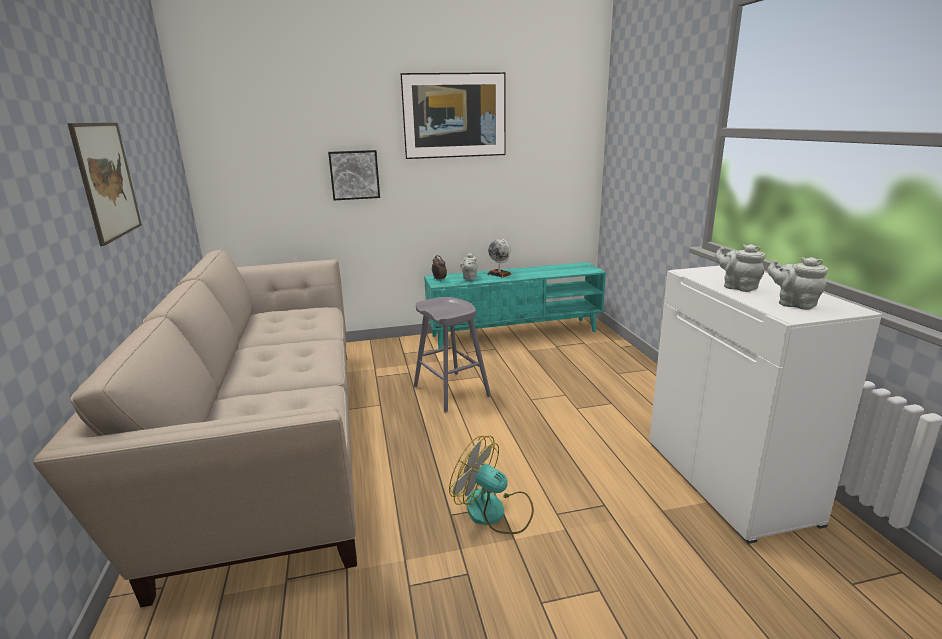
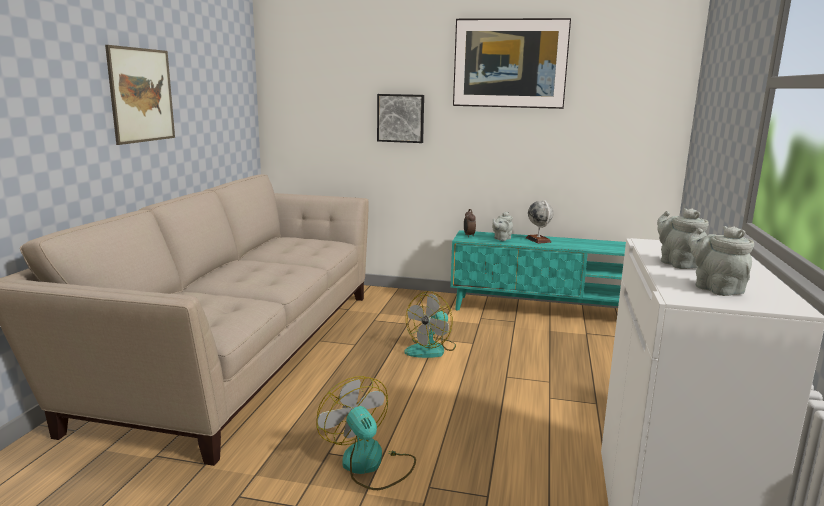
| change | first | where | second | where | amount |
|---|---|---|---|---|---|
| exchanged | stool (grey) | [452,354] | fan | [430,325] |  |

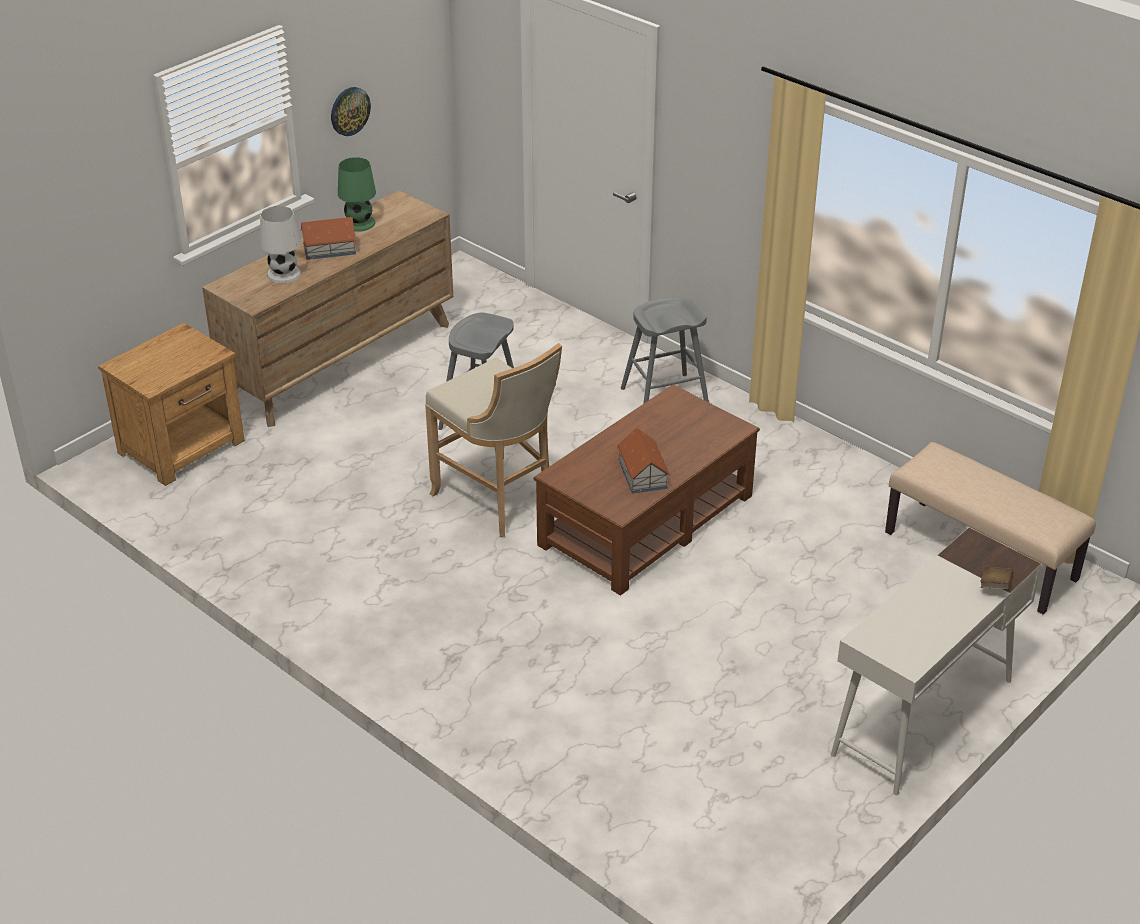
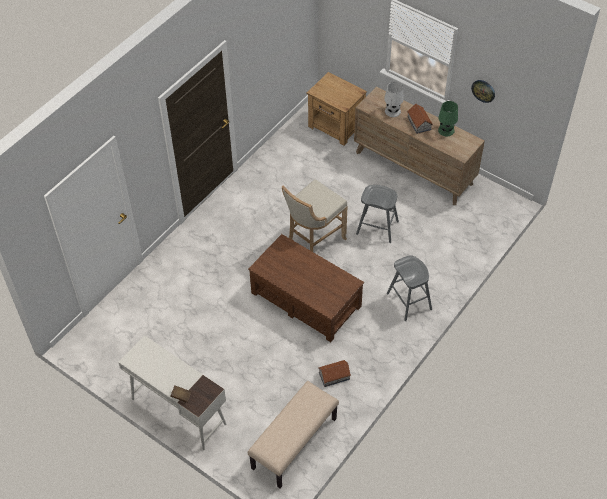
| change | first | where | second | where | amount |
|---|---|---|---|---|---|
| relocated | toy house | [643,461] |  | [334,373] |  |

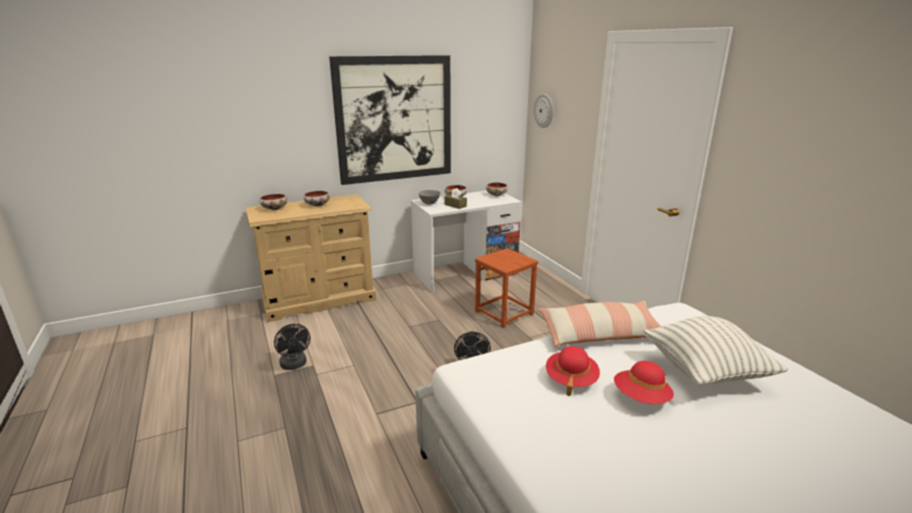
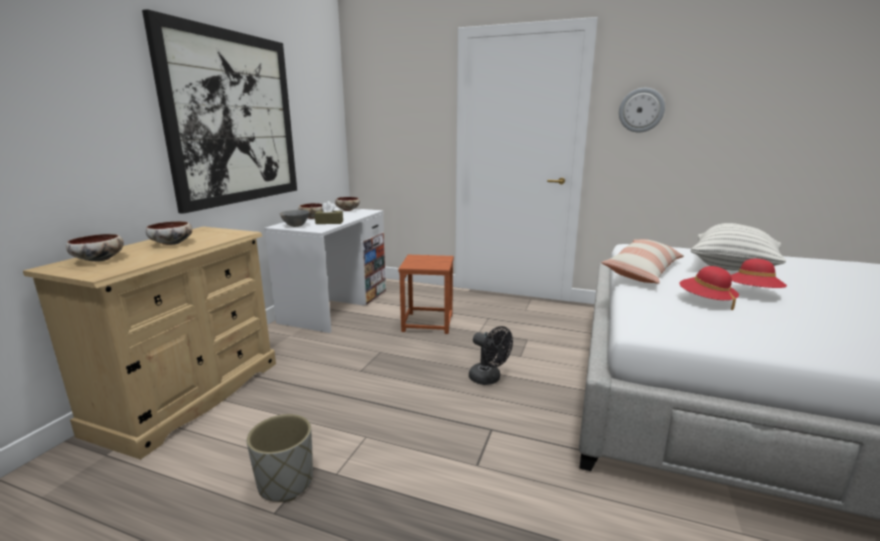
| change | first | where | second | where | amount |
|---|---|---|---|---|---|
| exchanged | fan (black) | [292,347] | planter (grey) | [280,458] |  |
| relocated | wall clock | [543,111] |  | [642,110] |  |

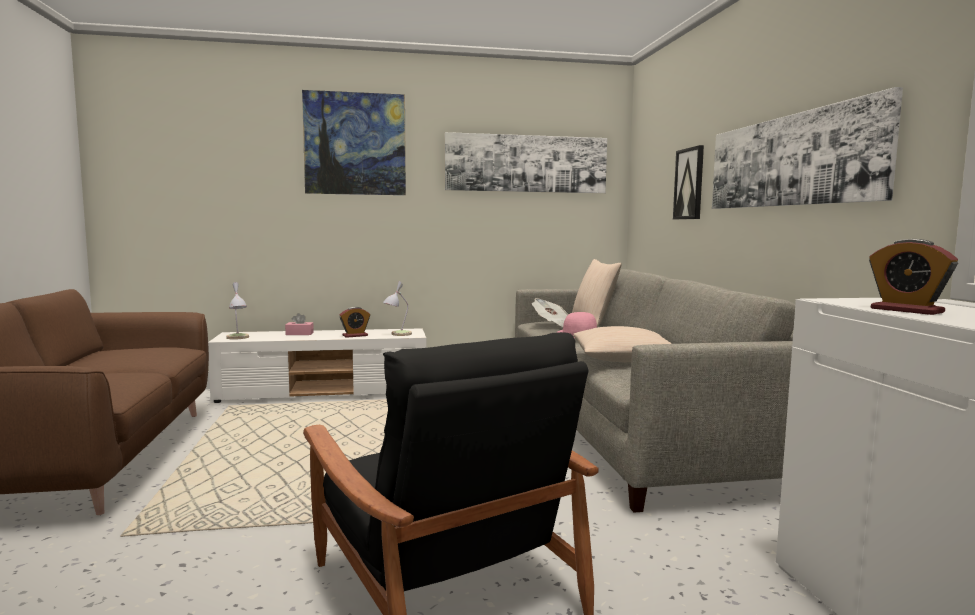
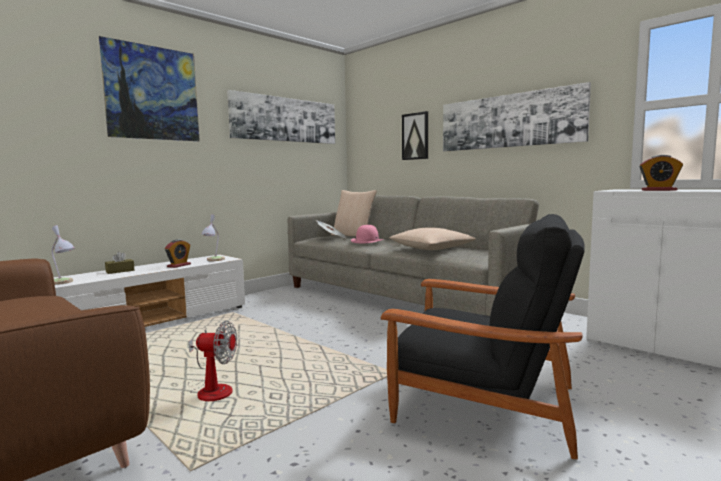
| change | first | where | second | where | amount |
|---|---|---|---|---|---|
| colour | tissue box (pink) | [299,324] | tissue box (brown) | [119,262] |  |
| appeared |  |  | fan | [212,361] |  |

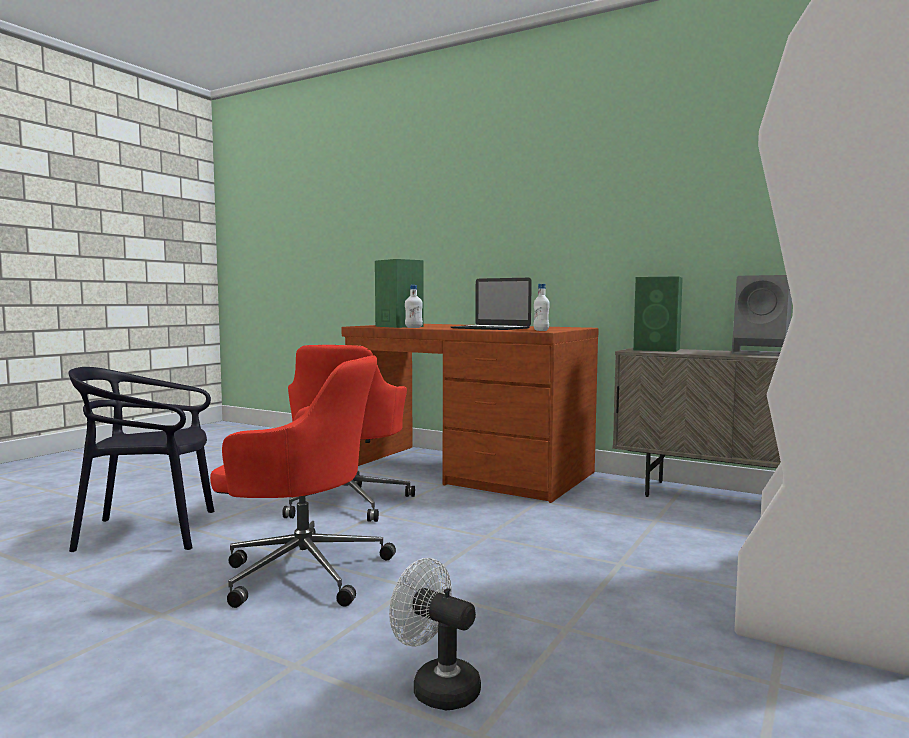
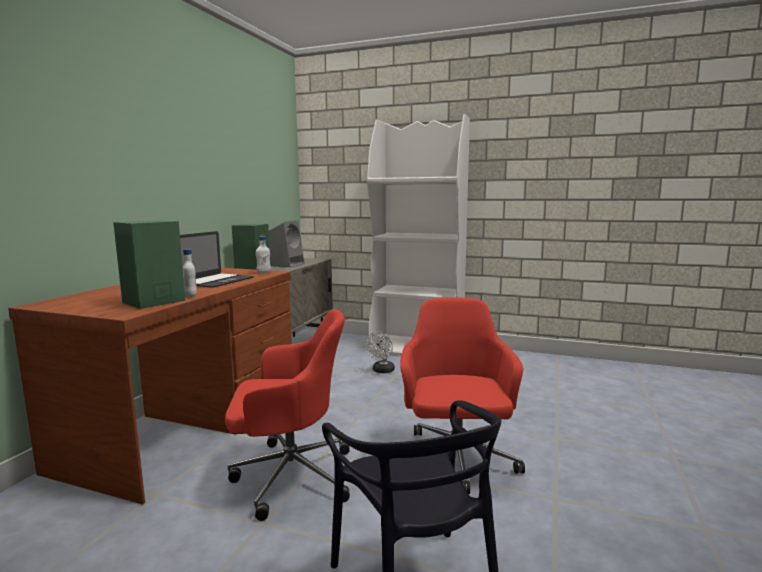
| change | first | where | second | where | amount |
|---|---|---|---|---|---|
| relocated | fan (white) | [435,634] |  | [380,352] |  |

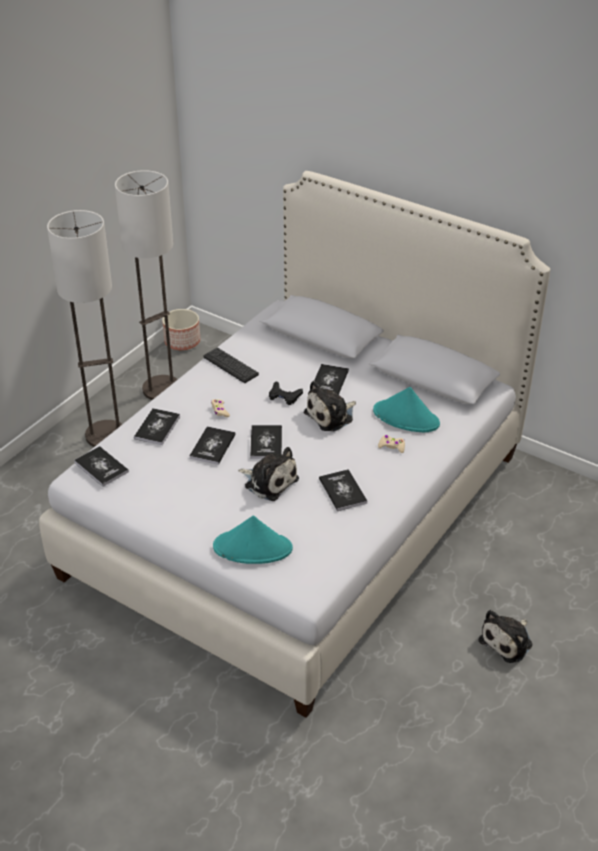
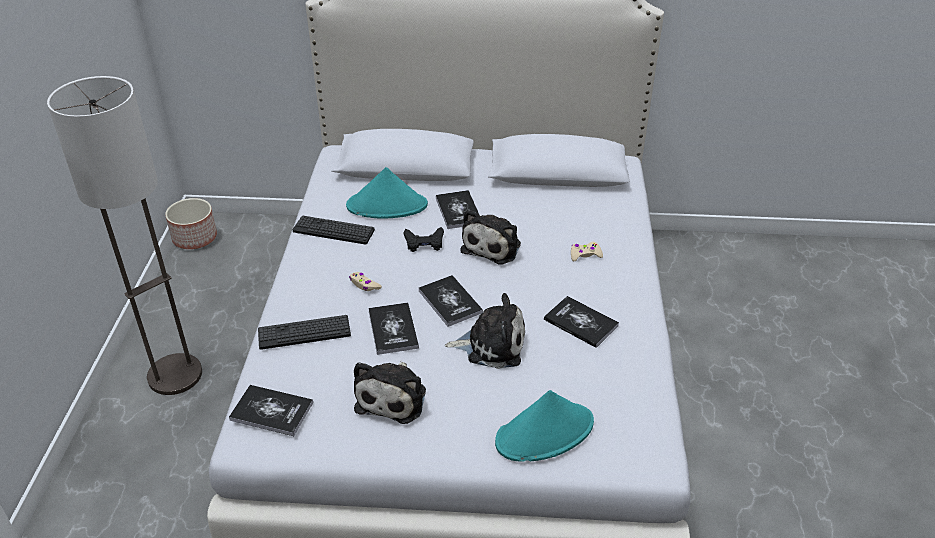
| change | first | where | second | where | amount |
|---|---|---|---|---|---|
| missing | floor lamp | [146,285] |  |  |  |
| exchanged | book | [157,426] | keyboard | [304,332] |  |
| relocated | hat (turquoise) | [406,409] |  | [387,193] |  |
| relocated | plush toy | [505,636] |  | [390,392] |  |

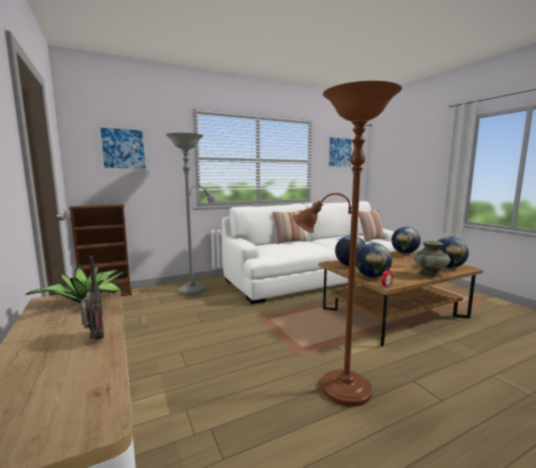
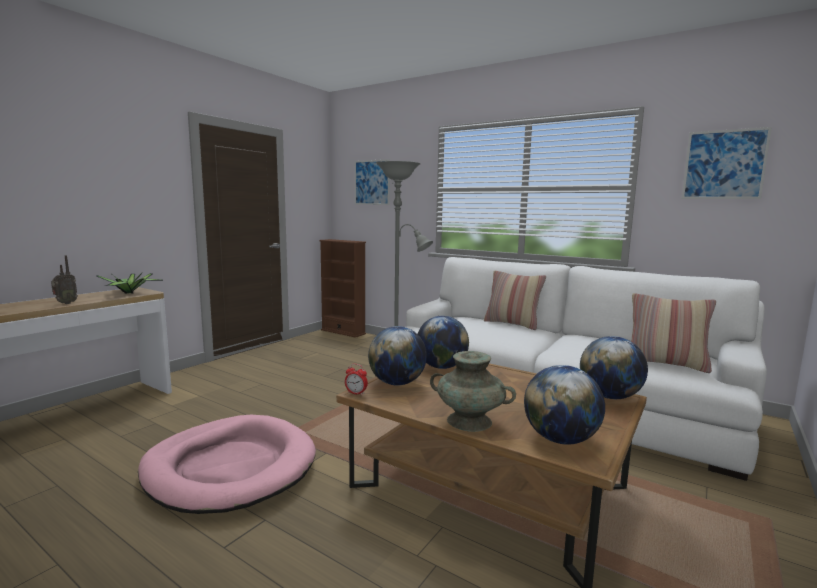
| change | first | where | second | where | amount |
|---|---|---|---|---|---|
| exchanged | floor lamp (brown) | [347,244] | dog bed (pink) | [227,464] |  |

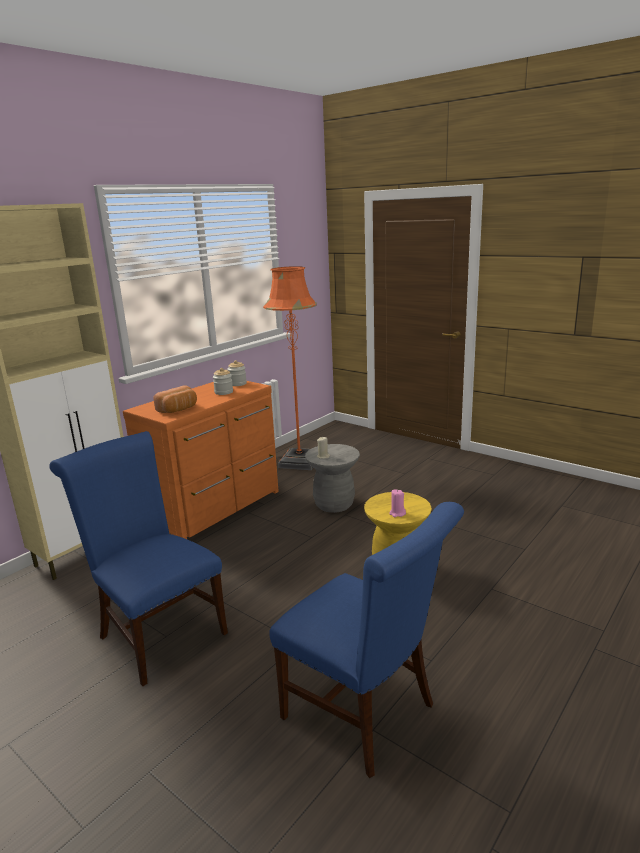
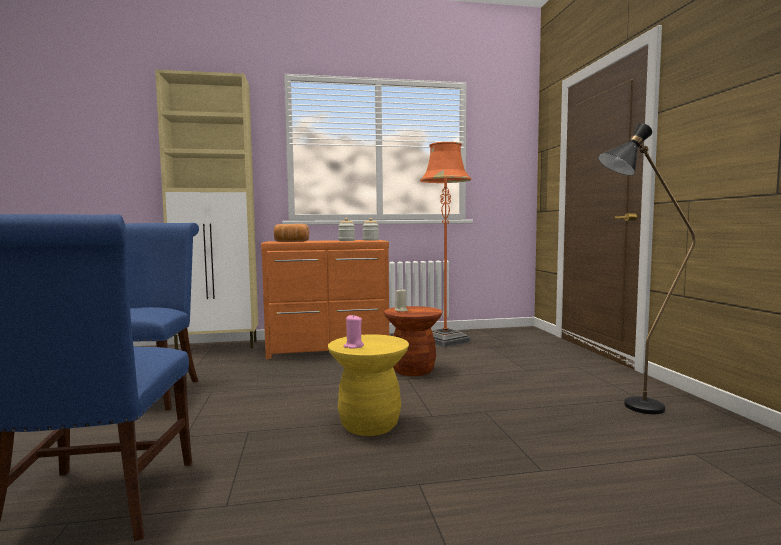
| change | first | where | second | where | amount |
|---|---|---|---|---|---|
| colour | stool (grey) | [332,478] | stool (brown) | [413,341] |  |
| appeared |  |  | floor lamp (black) | [647,268] |  |

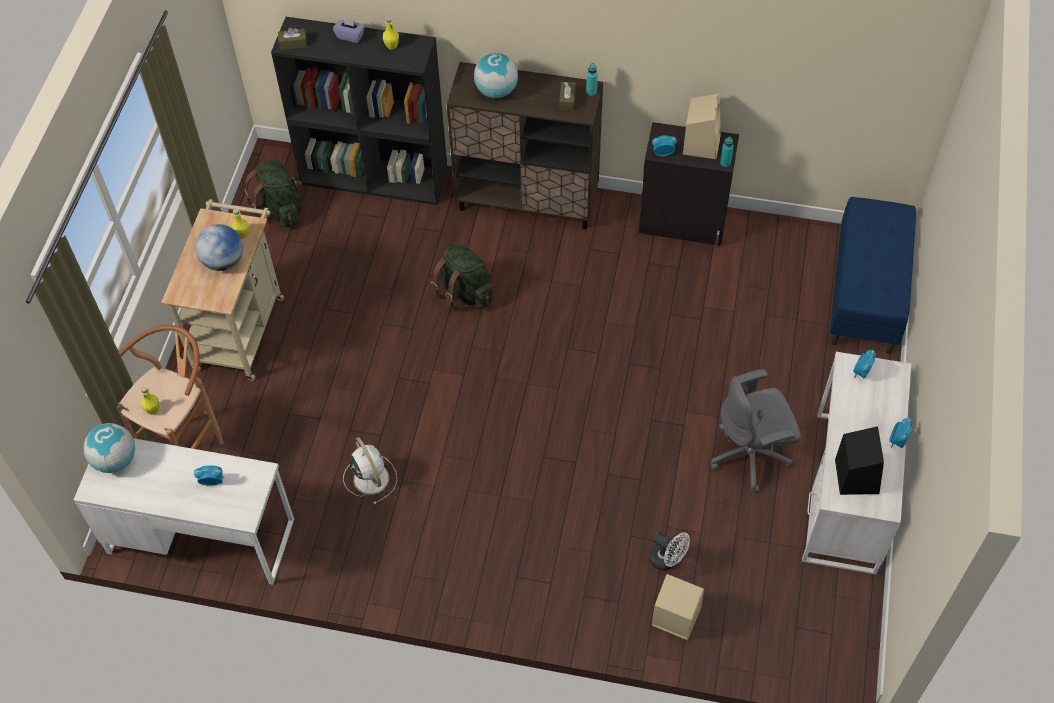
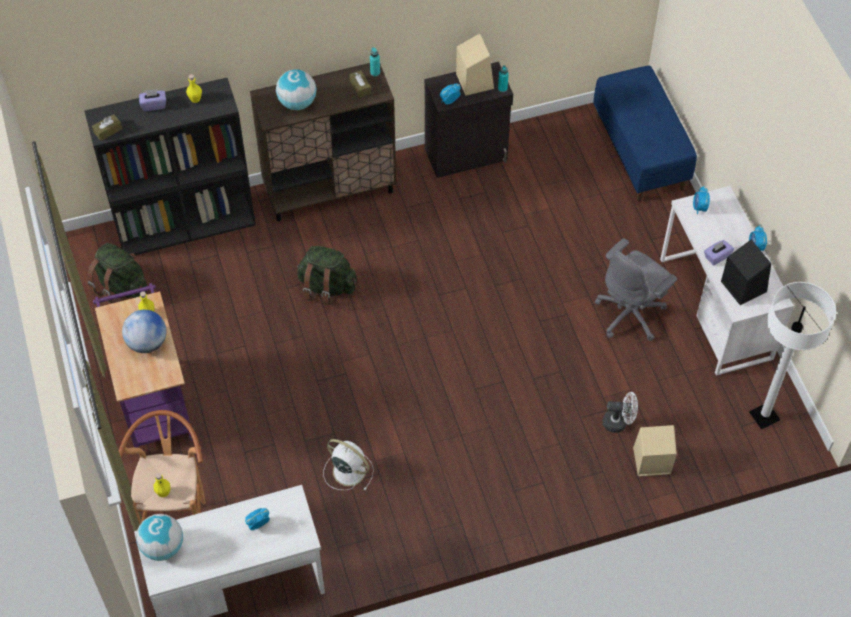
| change | first | where | second | where | amount |
|---|---|---|---|---|---|
| colour | cart (beige) | [222,290] | cart (purple) | [143,369] |  |
| appeared |  |  | tissue box (purple) | [719,252] |  |
| appeared |  |  | floor lamp (white) | [792,355] |  |

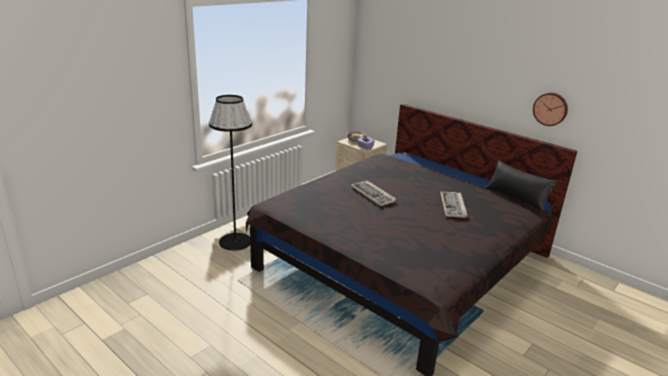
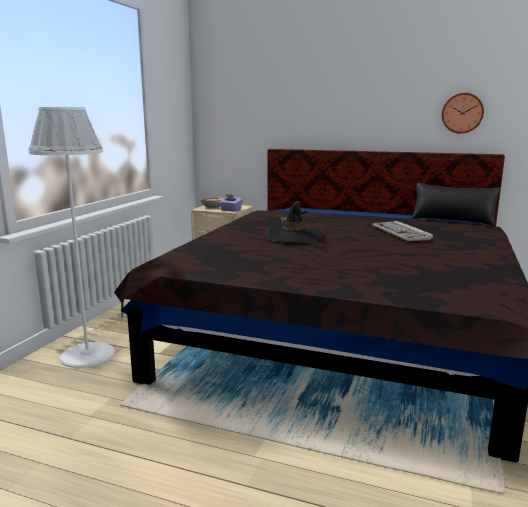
| change | first | where | second | where | amount |
|---|---|---|---|---|---|
| colour | floor lamp (black) | [230,173] | floor lamp (white) | [71,237] |  |
| exchanged | keyboard | [373,193] | hat (black) | [296,222] |  |

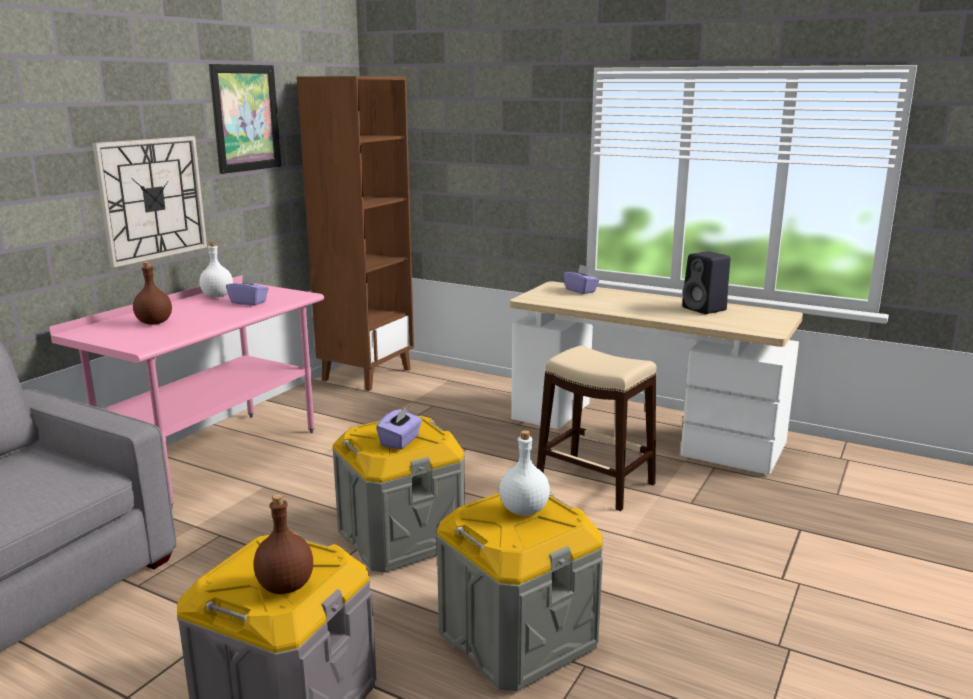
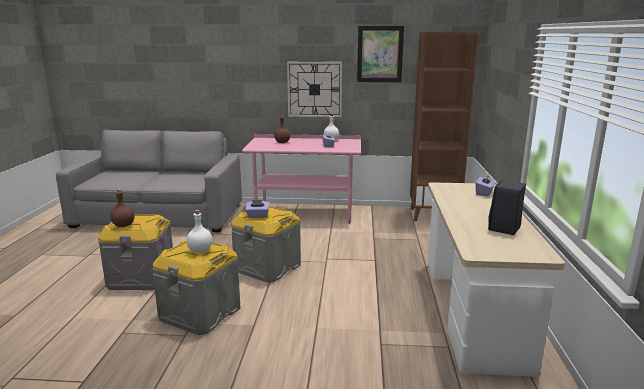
| change | first | where | second | where | amount |
|---|---|---|---|---|---|
| missing | stool (beige) | [596,428] |  |  |  |

